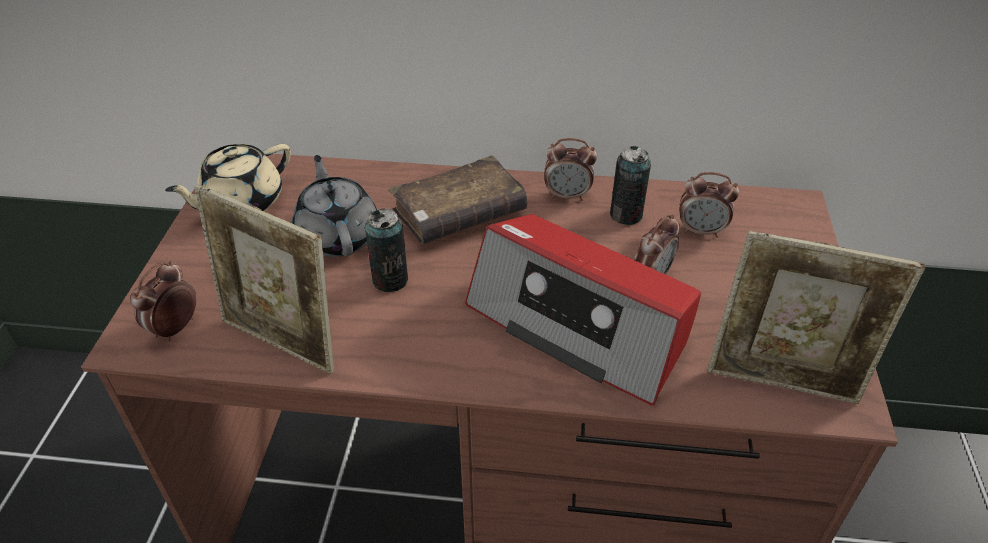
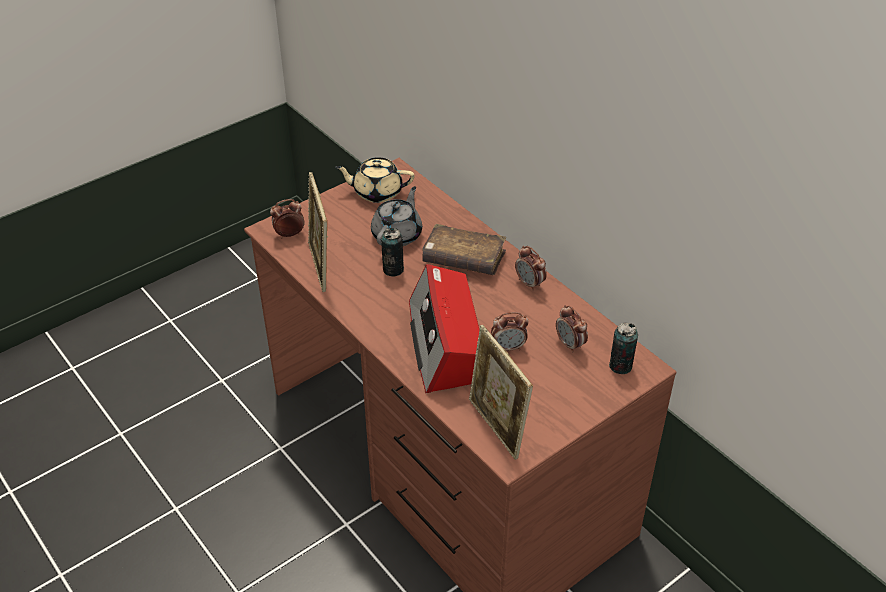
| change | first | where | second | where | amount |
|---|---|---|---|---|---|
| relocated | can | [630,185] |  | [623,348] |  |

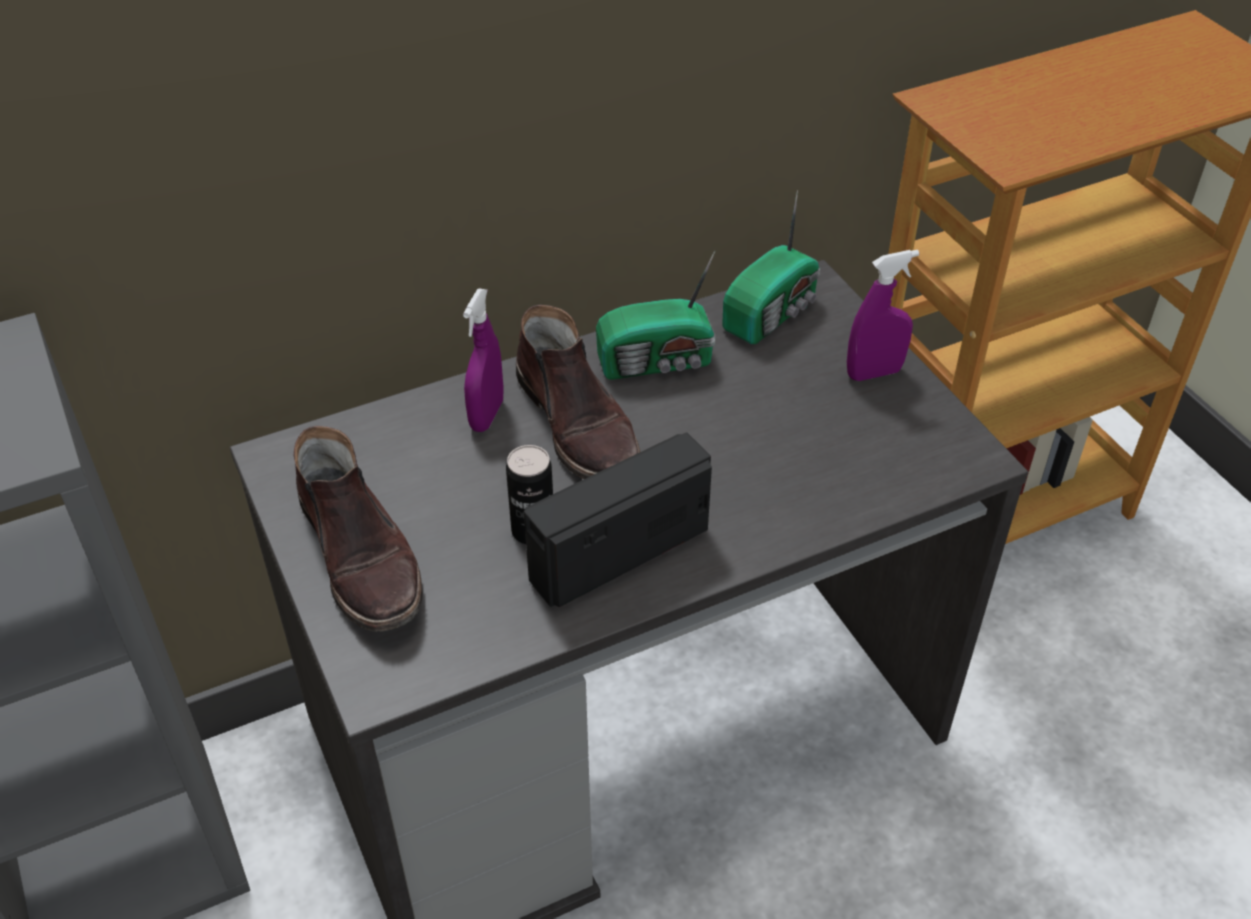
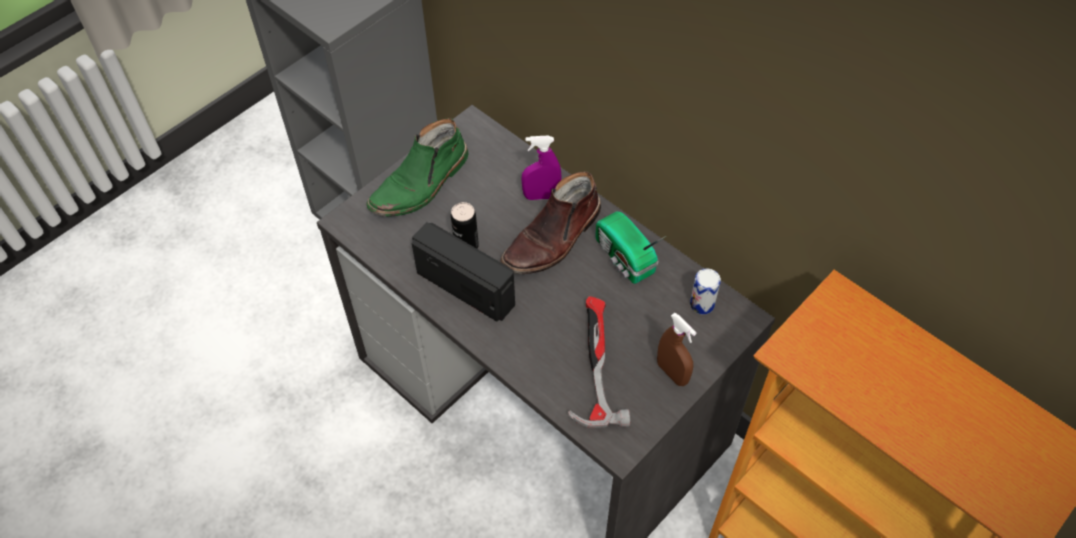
| change | first | where | second | where | amount |
|---|---|---|---|---|---|
| colour | boot (brown) | [358,529] | boot (green) | [417,167] |  |
| exchanged | radio | [771,267] | can | [705,291] |  |
| colour | spray bottle (purple) | [883,315] | spray bottle (brown) | [676,349] |  |
| appeared |  |  | hammer | [599,362] |  |

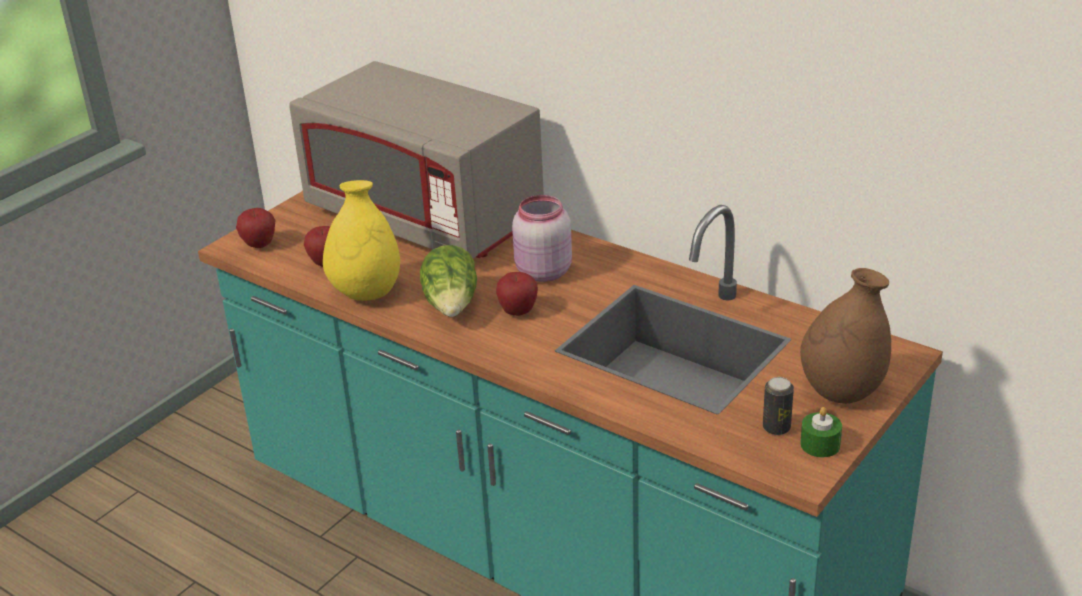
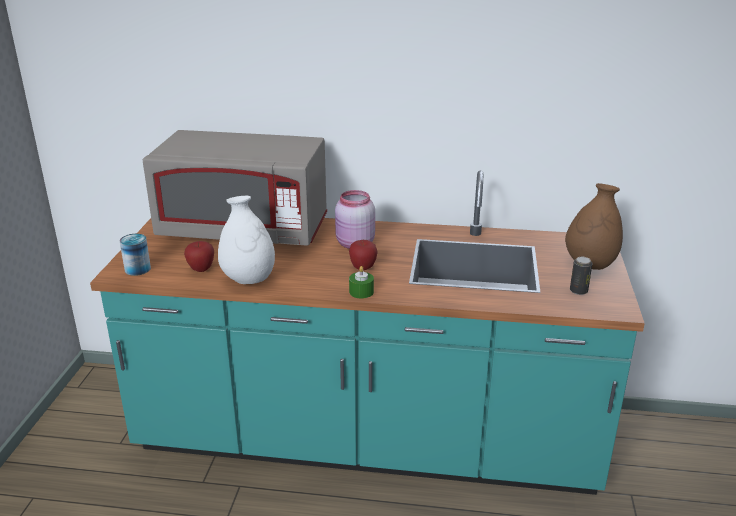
| change | first | where | second | where | amount |
|---|---|---|---|---|---|
| exchanged | apple | [255,228] | can | [135,255] |  |
| colour | vase (yellow) | [361,240] | vase (white) | [246,240] |  |
| missing | lettuce | [448,281] |  |  |  |
| relocated | candle (green) | [821,432] |  | [361,282] |  |

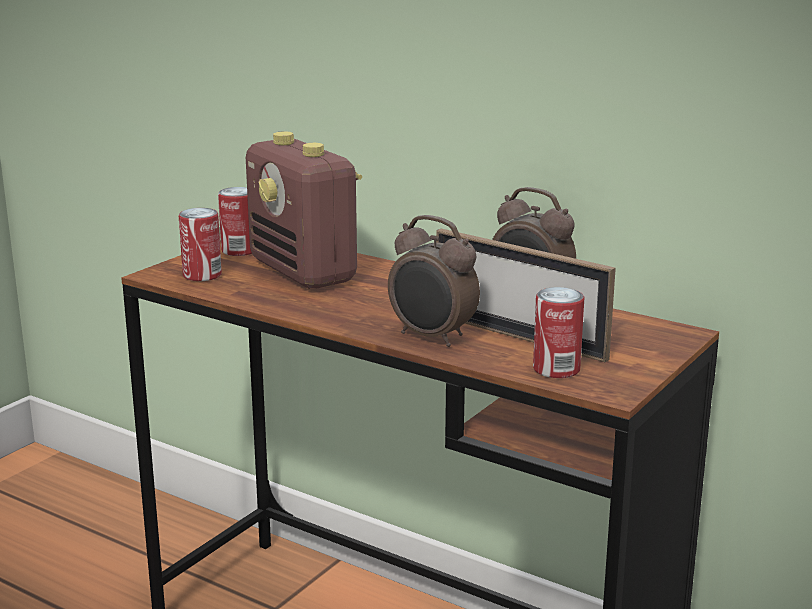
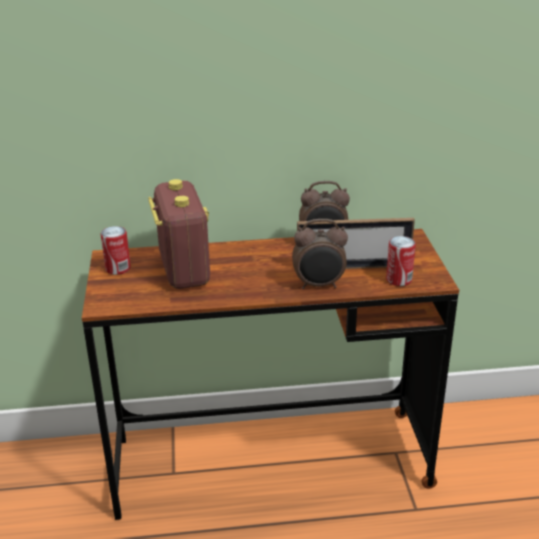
| change | first | where | second | where | amount |
|---|---|---|---|---|---|
| missing | can | [200,244] |  |  |  |
| spun | radio | [304,210] |  | [179,234] | 120 degrees counterclockwise |

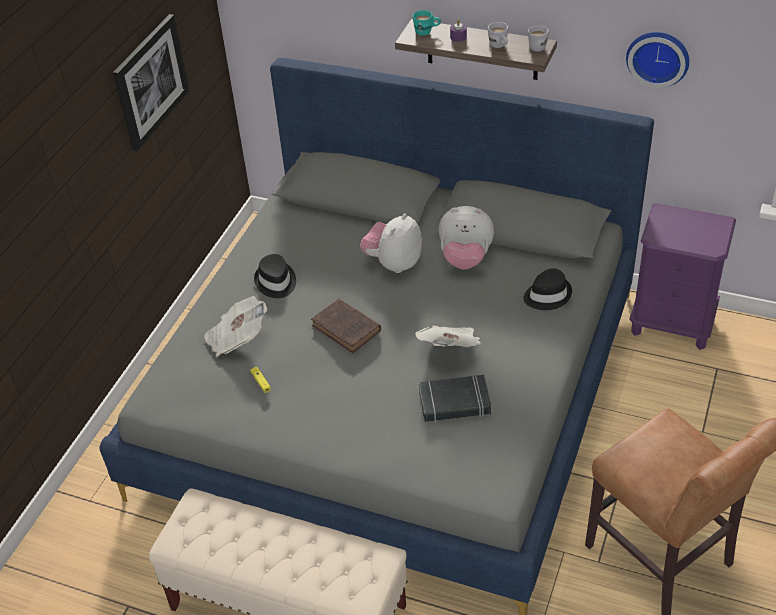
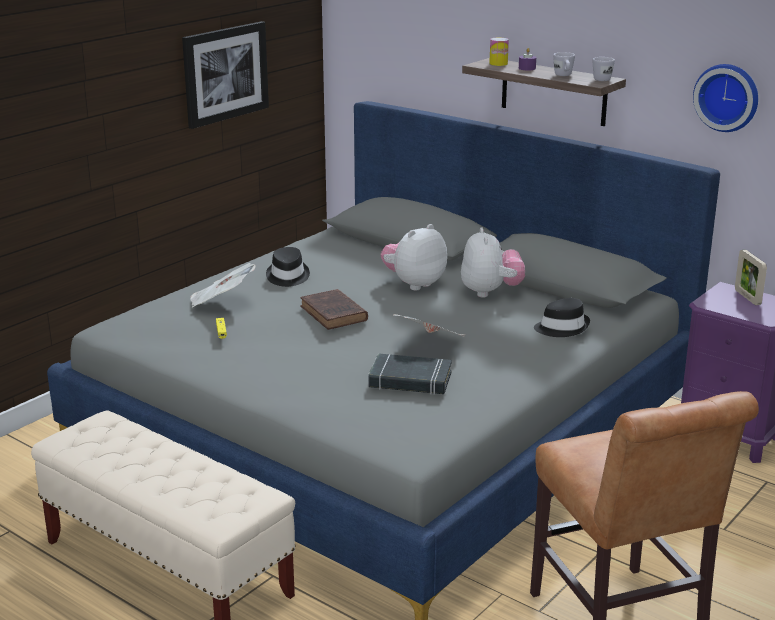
| change | first | where | second | where | amount |
|---|---|---|---|---|---|
| exchanged | mug (turquoise) | [427,23] | can | [499,52] |  |
| spun | plush toy | [466,237] |  | [493,263] | 120 degrees counterclockwise |
| appeared |  |  | picture frame | [751,277] |  |

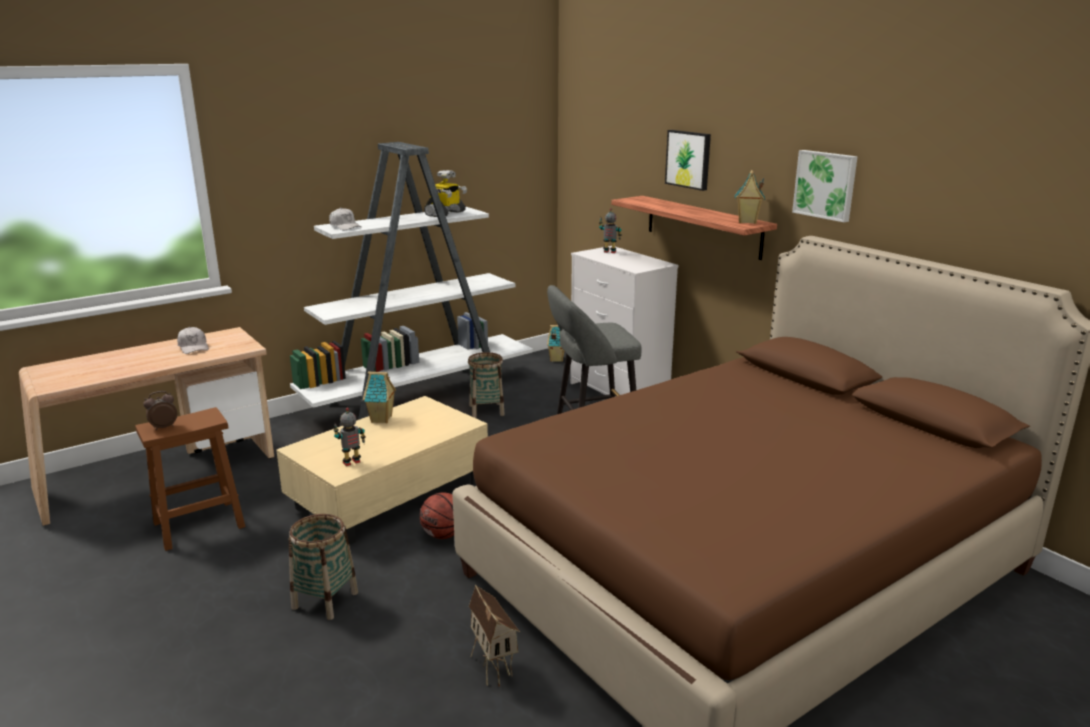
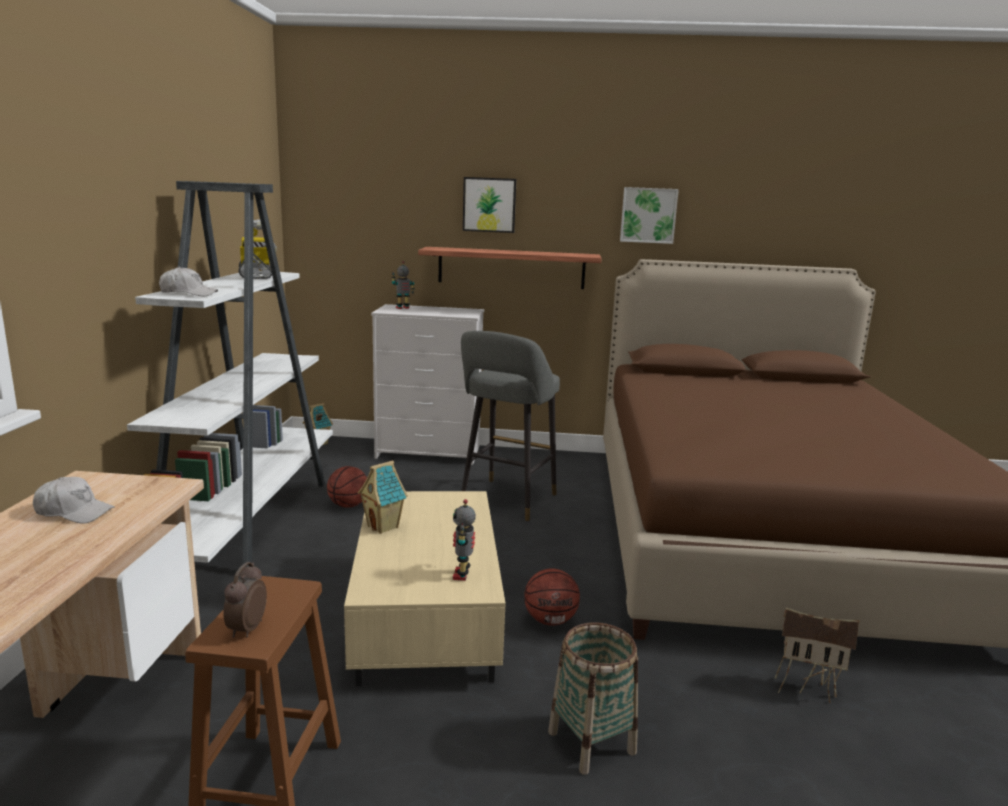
| change | first | where | second | where | amount |
|---|---|---|---|---|---|
| exchanged | basket | [486,385] | basketball | [347,487] |  |
| missing | toy house | [750,197] |  |  |  |

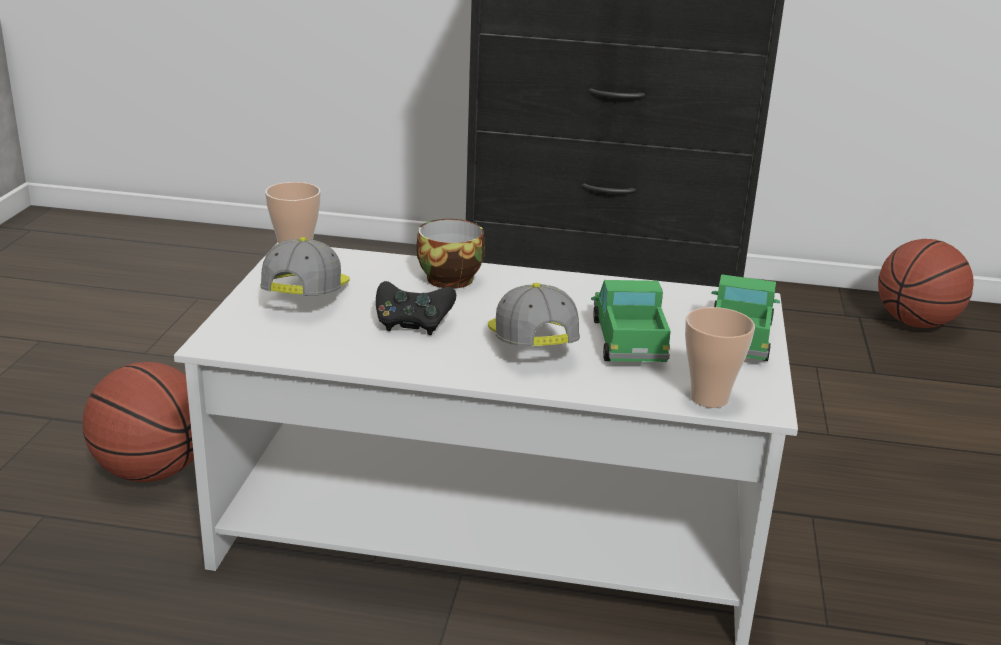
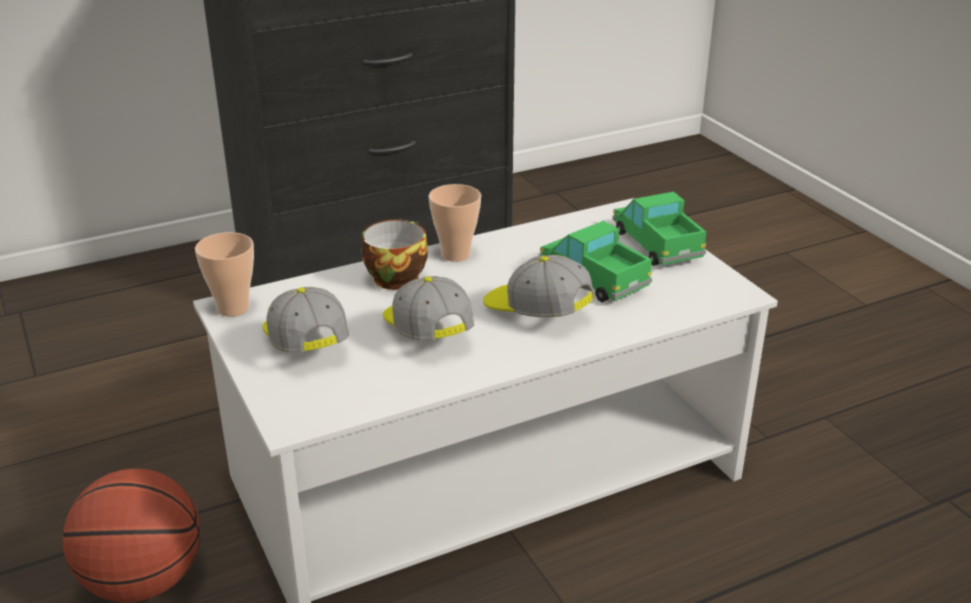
| change | first | where | second | where | amount |
|---|---|---|---|---|---|
| exchanged | game controller (black) | [416,308] | cap | [428,308] |  |
| relocated | cup | [720,357] |  | [455,223] |  |
| missing | basketball | [926,283] |  |  |  |

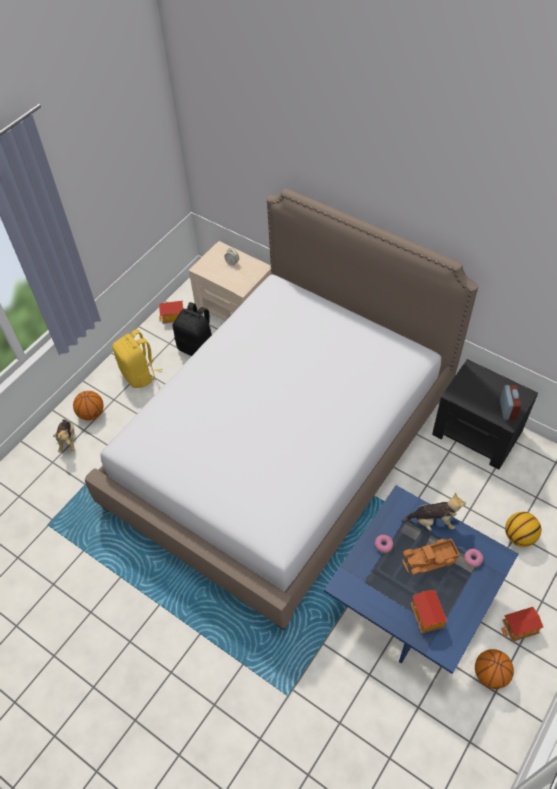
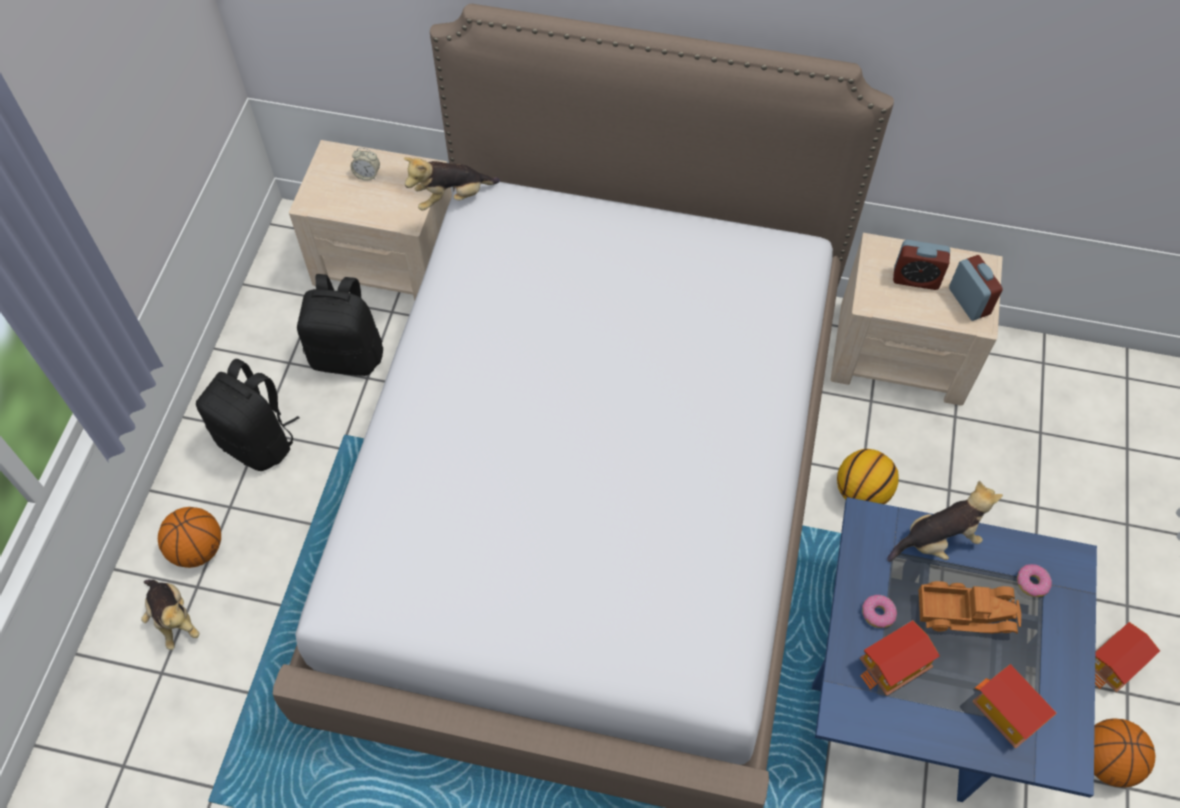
| change | first | where | second | where | amount |
|---|---|---|---|---|---|
| colour | backpack (yellow) | [137,358] | backpack (black) | [247,415] |  |
| relocated | toy house | [171,312] |  | [900,657] |  |
| spun | toy truck | [431,557] |  | [970,607] | 135 degrees counterclockwise |
| colour | nightstand (black) | [485,414] | nightstand (beige) | [917,319] |  |
| relocated | basketball | [523,529] |  | [868,476] |  |
| appeared |  |  | plush toy | [451,183] |  |
| appeared |  |  | alarm clock | [921,265] |  |

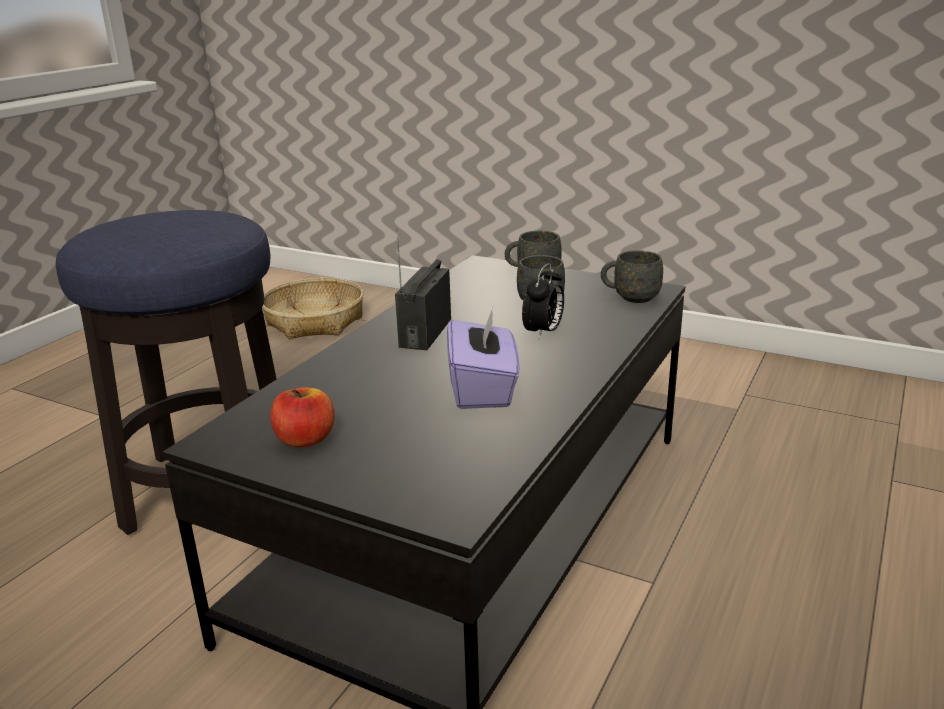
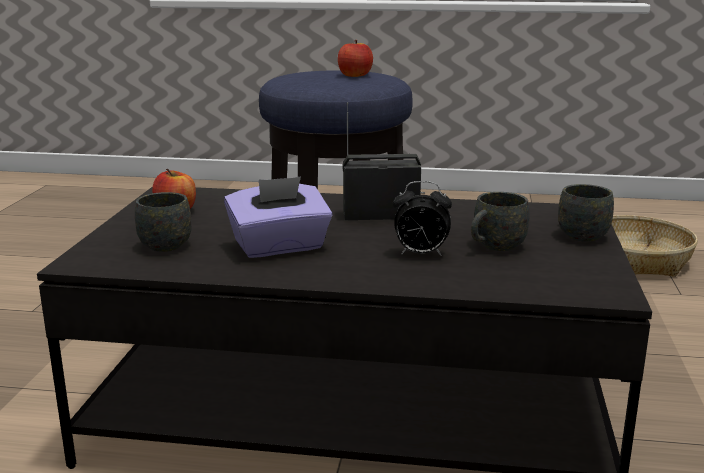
| change | first | where | second | where | amount |
|---|---|---|---|---|---|
| relocated | mug (grey) | [632,276] |  | [163,222] |  |
| appeared |  |  | apple | [355,58] |  |

